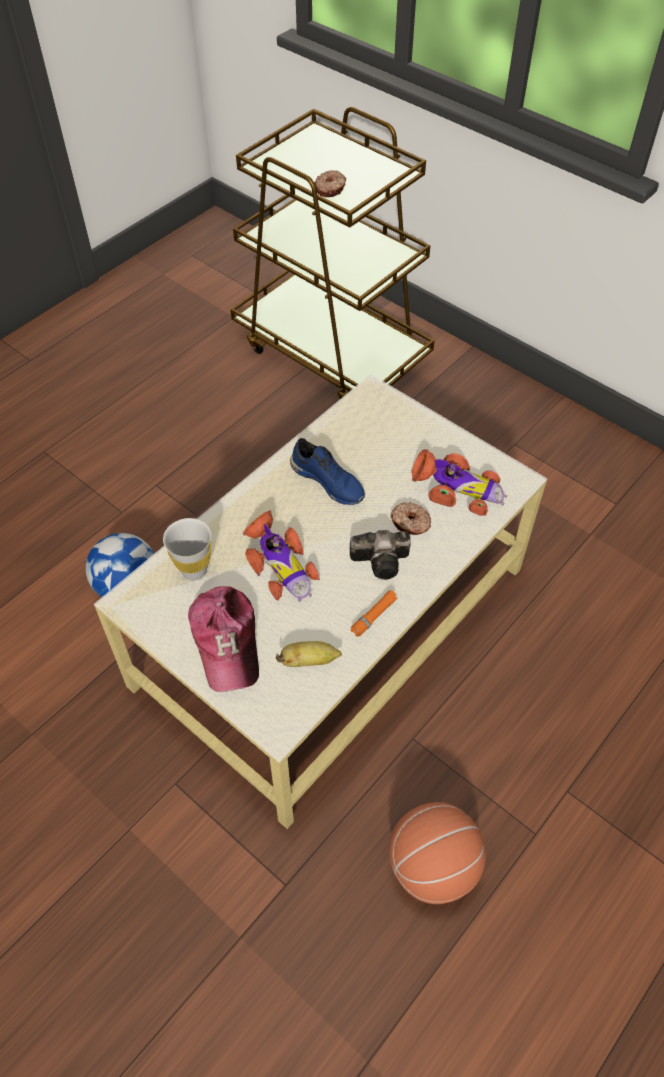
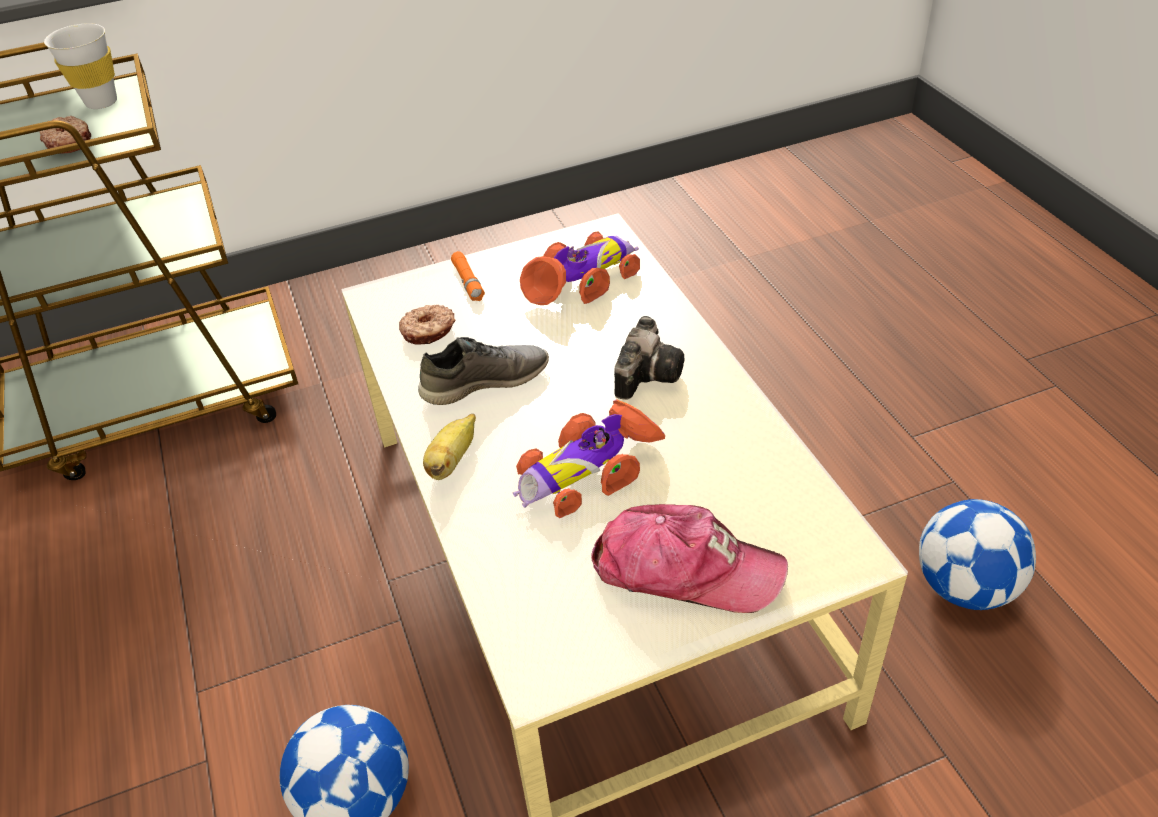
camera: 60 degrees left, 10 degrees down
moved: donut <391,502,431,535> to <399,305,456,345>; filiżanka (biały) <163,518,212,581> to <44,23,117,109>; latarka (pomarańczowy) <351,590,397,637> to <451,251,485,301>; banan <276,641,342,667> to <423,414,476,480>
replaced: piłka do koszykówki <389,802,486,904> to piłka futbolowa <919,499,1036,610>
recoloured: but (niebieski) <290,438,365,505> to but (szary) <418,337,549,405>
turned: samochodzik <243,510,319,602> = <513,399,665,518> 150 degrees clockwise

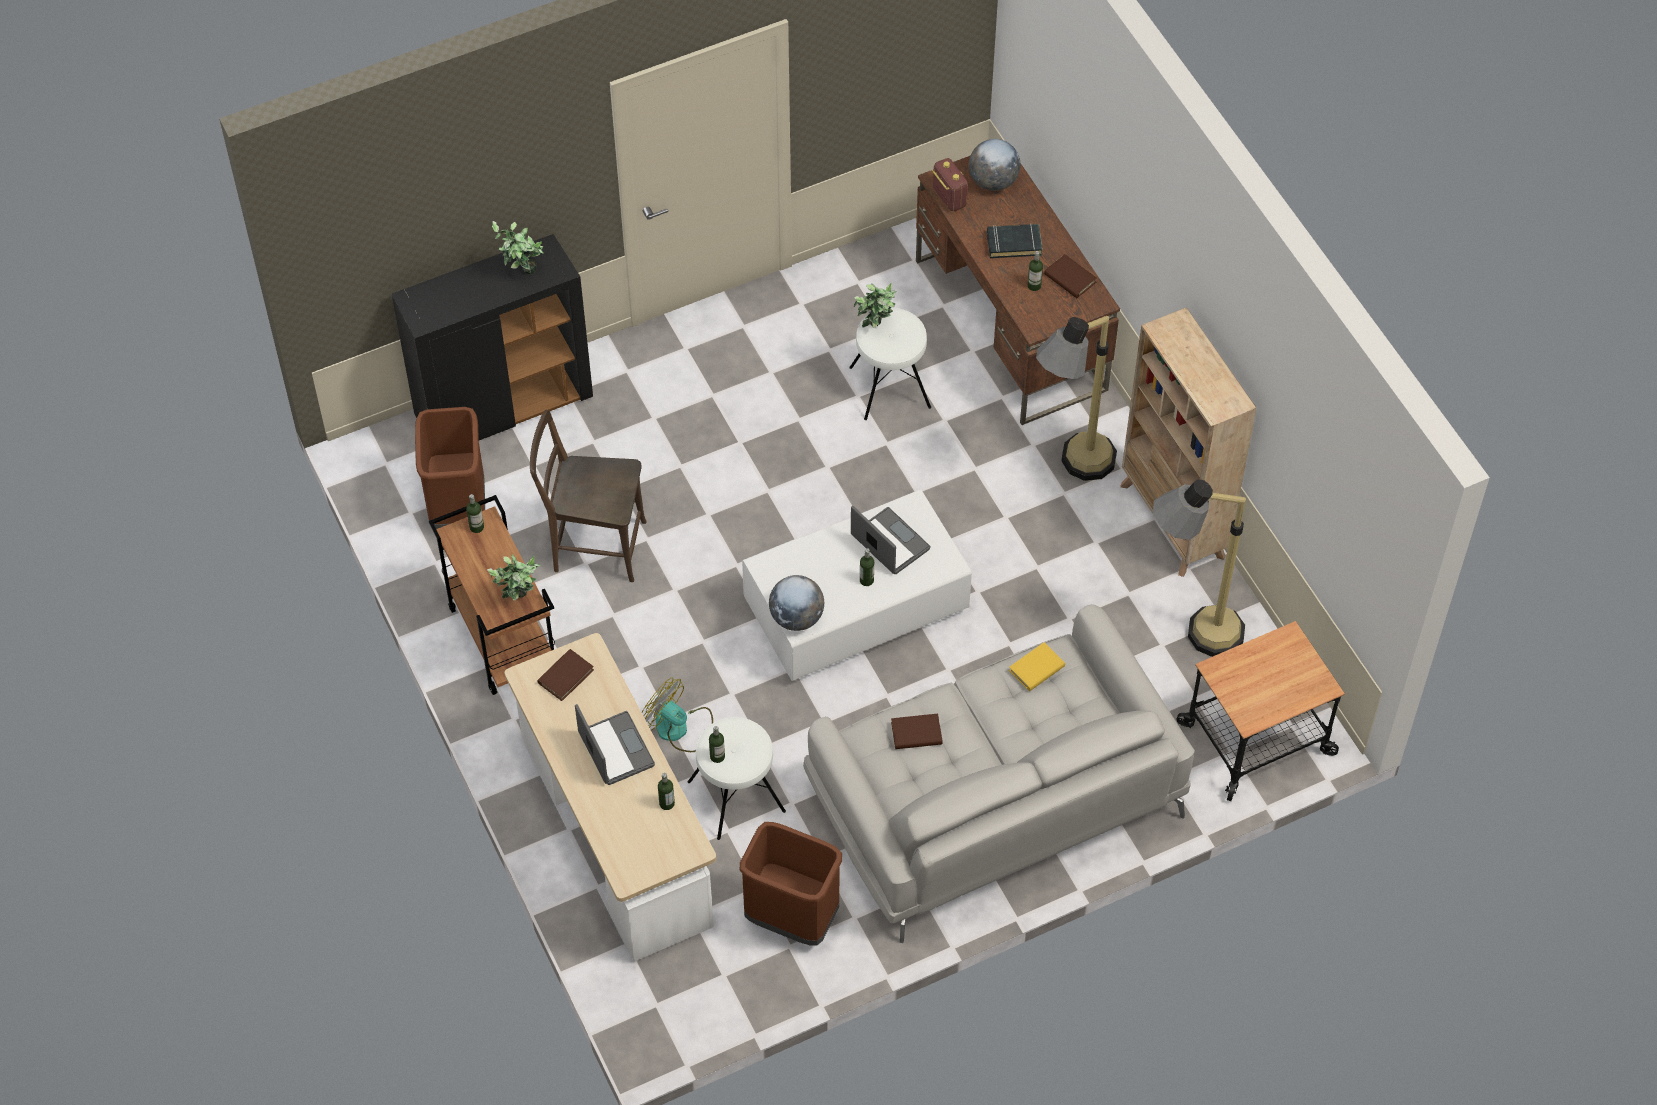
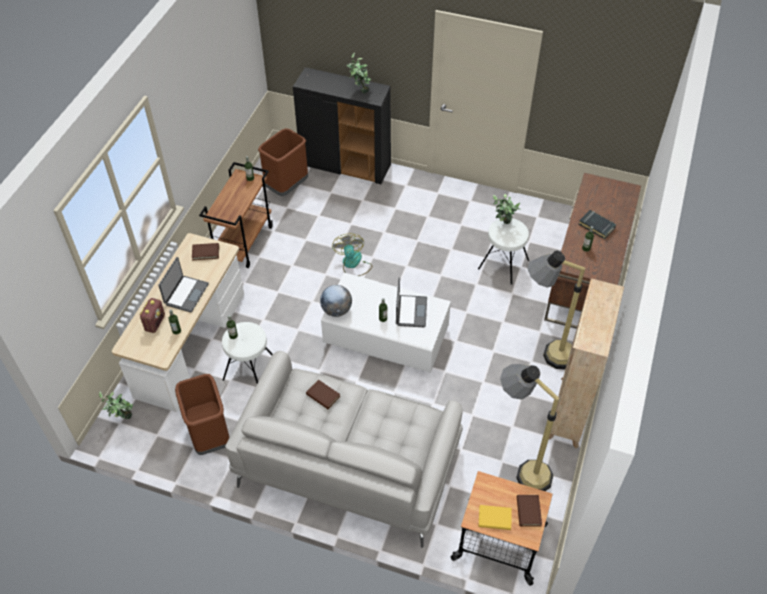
camera: 45 degrees right, 5 degrees down
removed: globus <969,139,1020,191>; krzesło (brązowy) <530,409,647,582>
moved: radio <932,158,968,212> to <140,298,165,333>; książka (brązowy) <1044,254,1097,298> to <517,495,542,527>; roślina doniczkowa <487,555,541,601> to <99,391,133,419>; książka (żółty) <1009,642,1065,691> to <479,505,512,530>; wentylator <642,678,713,752> to <332,234,373,276>

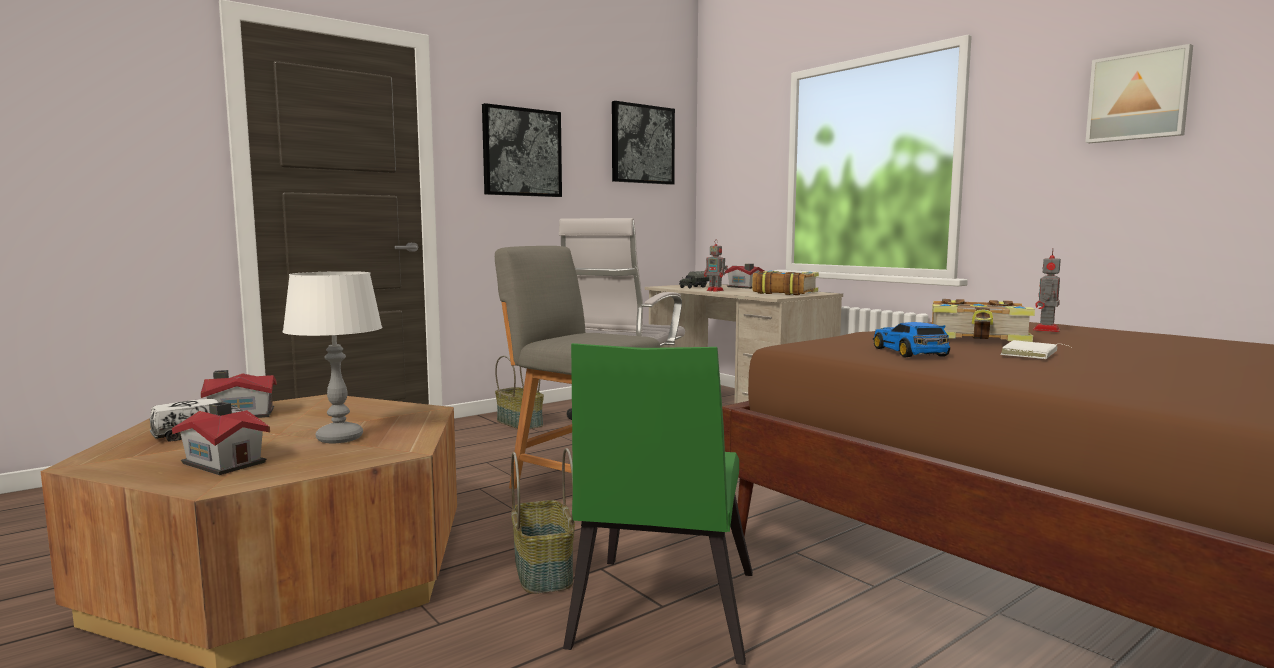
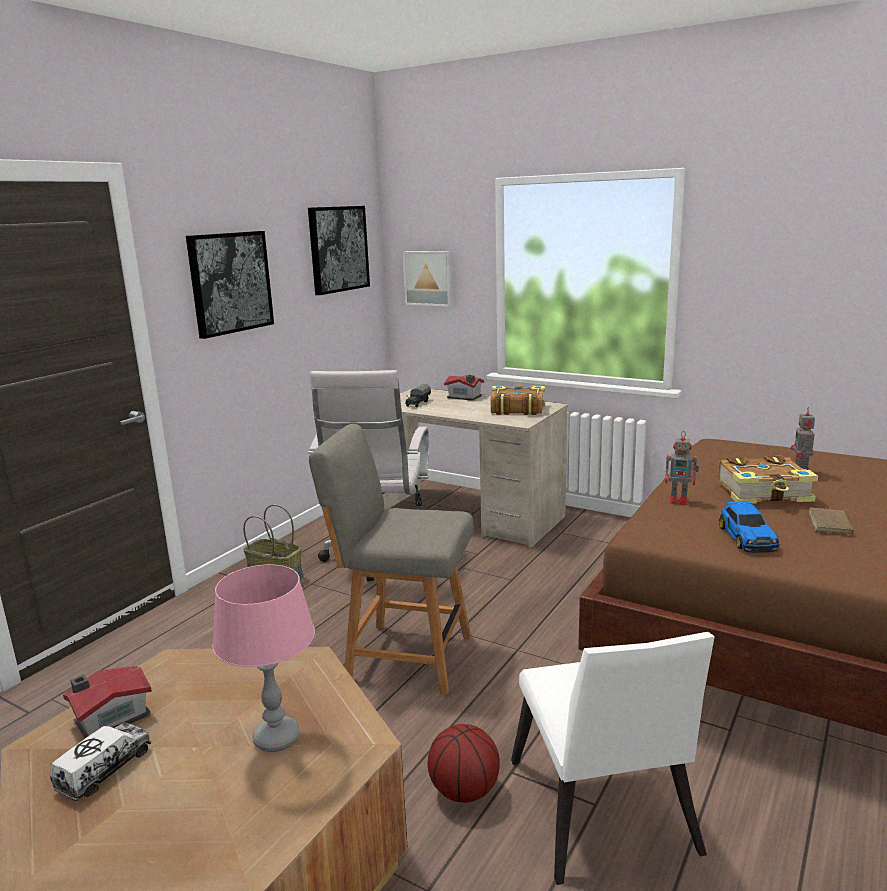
camera: 20 degrees left, 10 degrees up
removed: domek <172,402,270,475>
moved: obraz <1085,44,1193,143> to <403,251,453,307>; robot zabawkowy <704,243,728,292> to <665,431,699,505>
replaced: koszyk <511,448,575,594> to piłka do koszykówki <428,724,500,803>
recoloured: lampa stołowa (biały) <282,271,382,443> to lampa stołowa (różowy) <212,564,315,752>; książka (biały) <1001,340,1068,359> to książka (brązowy) <809,508,854,535>; krzesło (zielony) <563,343,753,665> to krzesło (biały) <511,632,715,885>
turned: samochodzik <873,322,950,358> = <719,501,779,553> 150 degrees counterclockwise

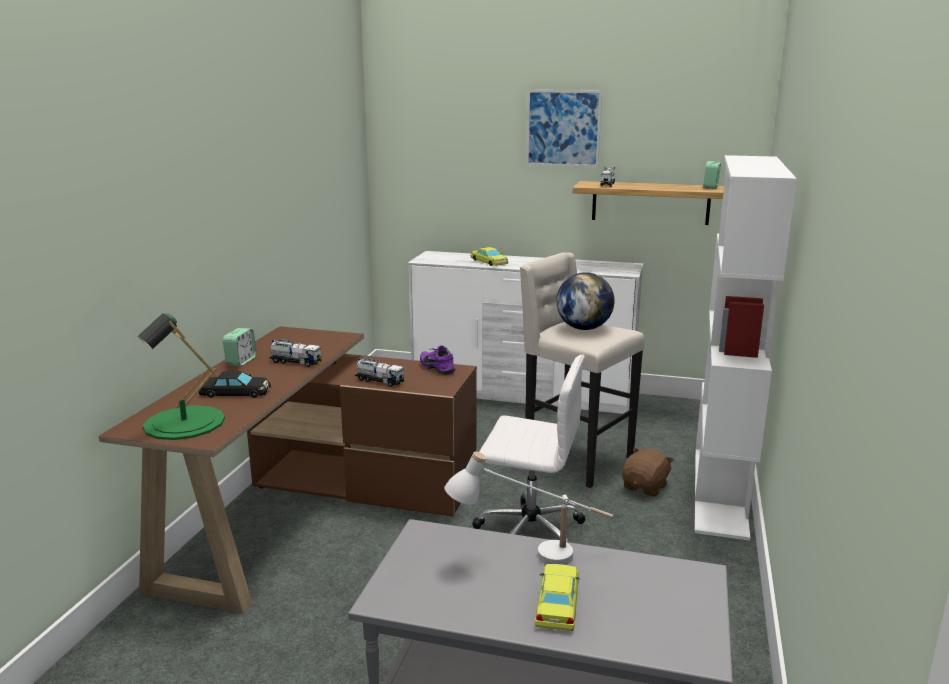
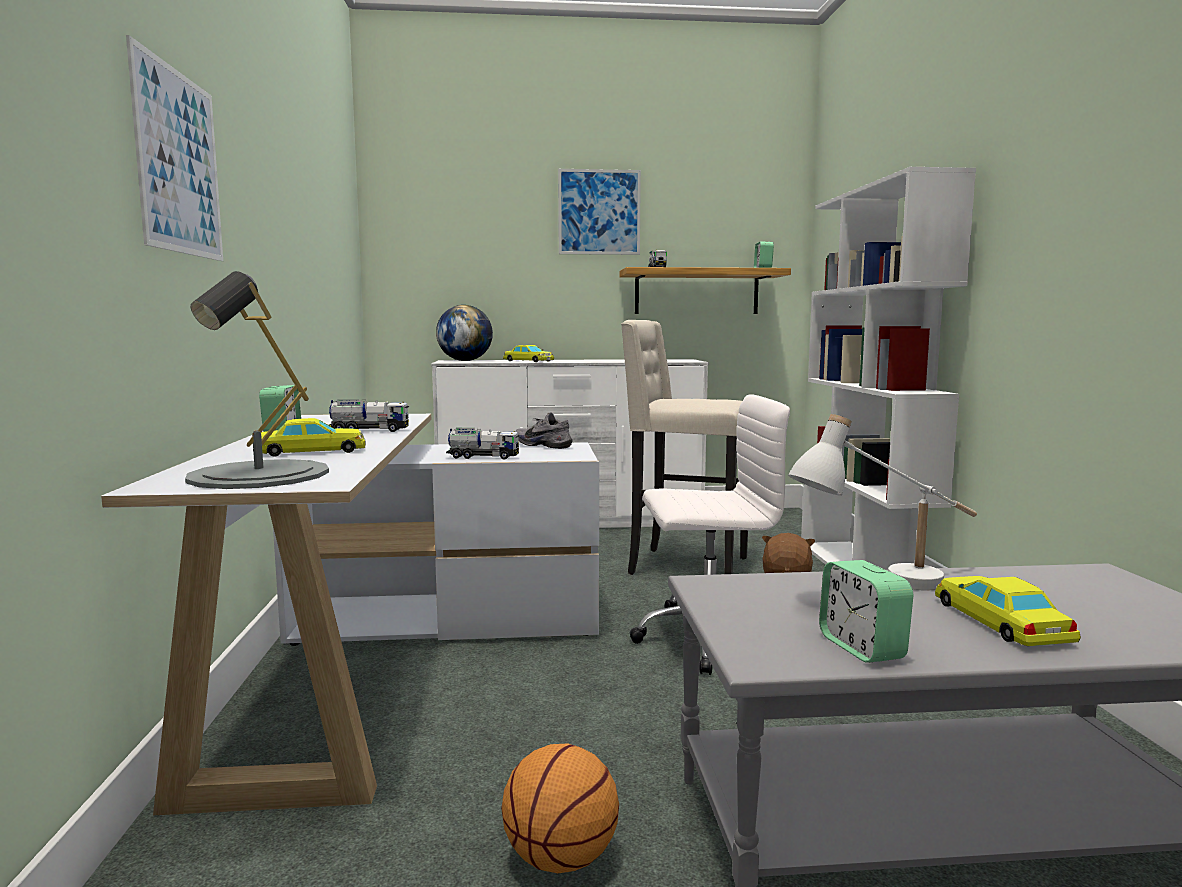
camera: 20 degrees left, 10 degrees down
added: obraz <126,35,223,261>; budzik <819,560,913,663>; piłka do koszykówki <501,744,619,873>
moved: globus <556,272,615,330> to <436,305,493,361>
recoloured: lampa stołowa (zielony) <138,313,225,440> to lampa stołowa (szary) <185,271,329,489>; biurko (brązowy) <99,326,477,613> to biurko (biały) <101,414,599,815>; but (fioletowy) <420,345,456,375> to but (szary) <515,412,573,449>; samochodzik (czarny) <199,371,271,398> to samochodzik (żółty) <261,418,366,457>

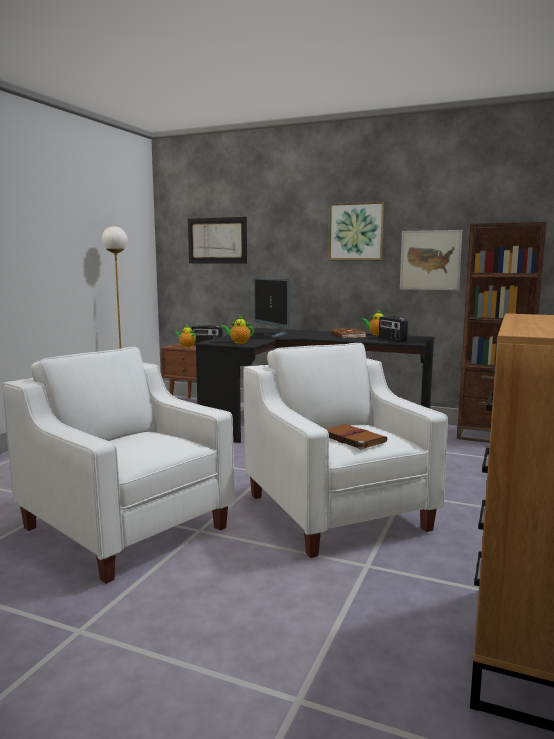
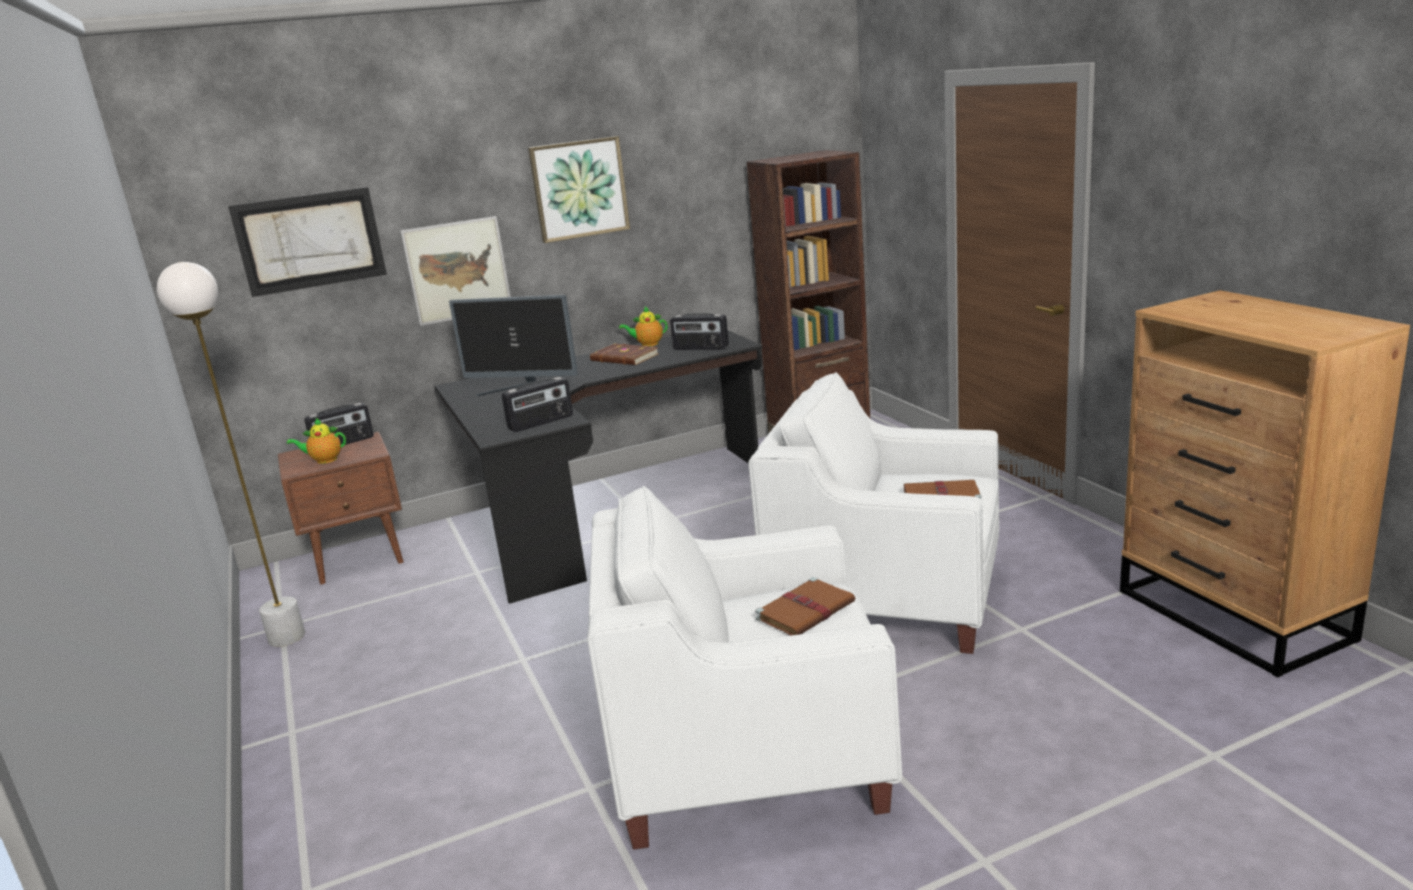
camera: 45 degrees left, 10 degrees up
added: książka (brązowy) <755,577,855,635>
moved: obraz <400,230,462,290> to <400,216,510,326>
replaced: imbryk <220,315,254,344> to radio <502,377,573,432>

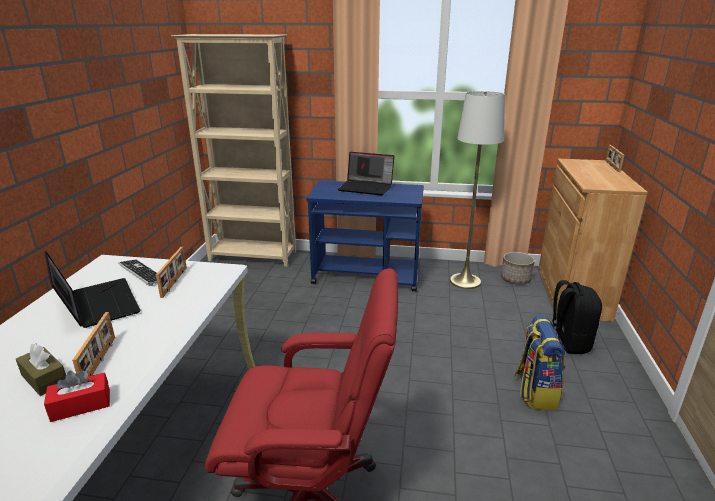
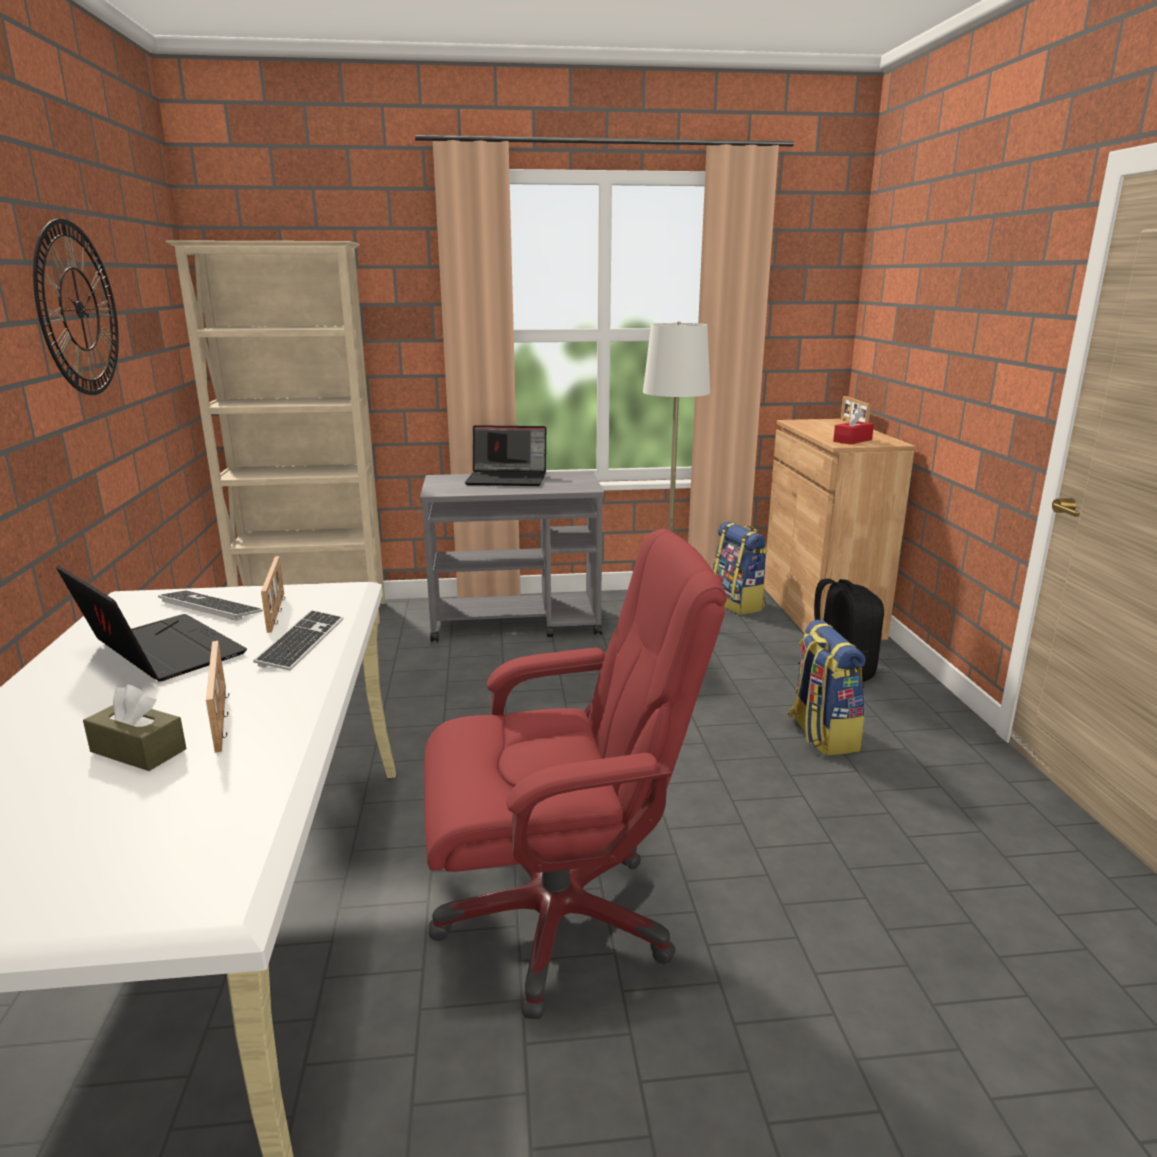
camera: 15 degrees left, 5 degrees down
added: zegar ścienny <33,219,119,395>; klawiatura <253,610,343,670>
moved: pudełko chusteczek (czerwony) <44,370,110,422> to <833,408,874,445>
replaced: donica <501,252,535,285> to plecak <713,522,768,615>
recoloured: wózek (niebieski) <306,180,424,292> to wózek (szary) <420,471,604,642>

